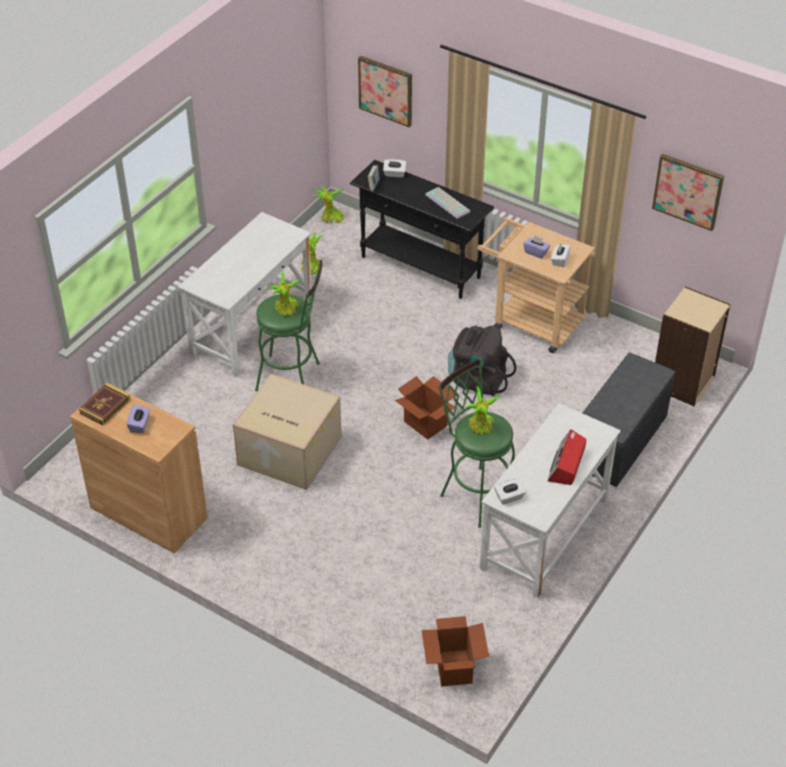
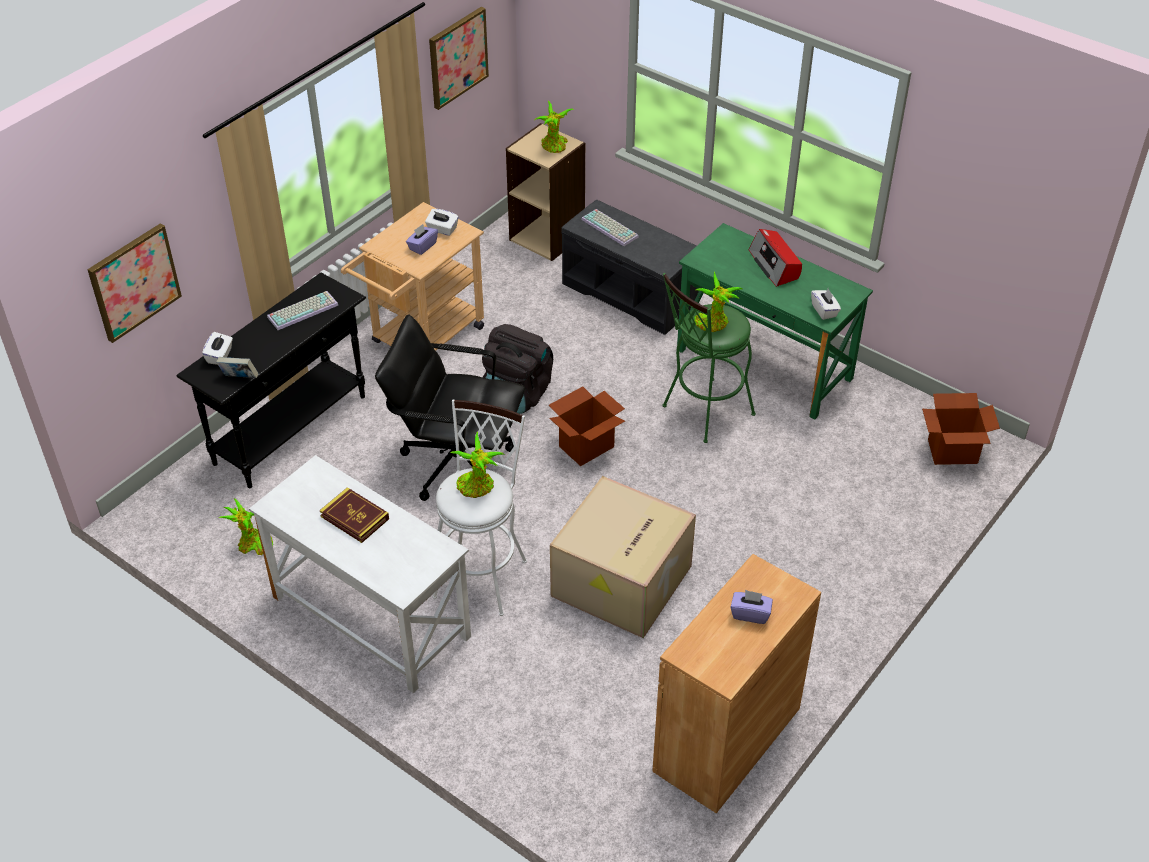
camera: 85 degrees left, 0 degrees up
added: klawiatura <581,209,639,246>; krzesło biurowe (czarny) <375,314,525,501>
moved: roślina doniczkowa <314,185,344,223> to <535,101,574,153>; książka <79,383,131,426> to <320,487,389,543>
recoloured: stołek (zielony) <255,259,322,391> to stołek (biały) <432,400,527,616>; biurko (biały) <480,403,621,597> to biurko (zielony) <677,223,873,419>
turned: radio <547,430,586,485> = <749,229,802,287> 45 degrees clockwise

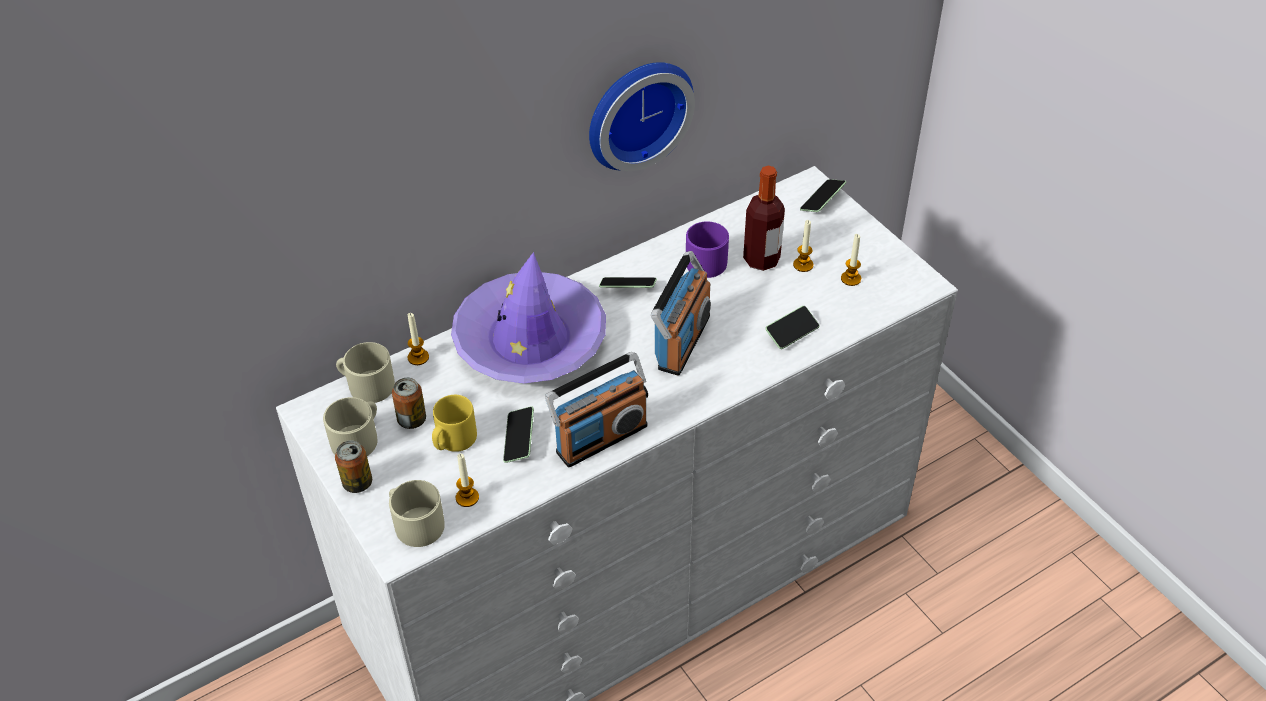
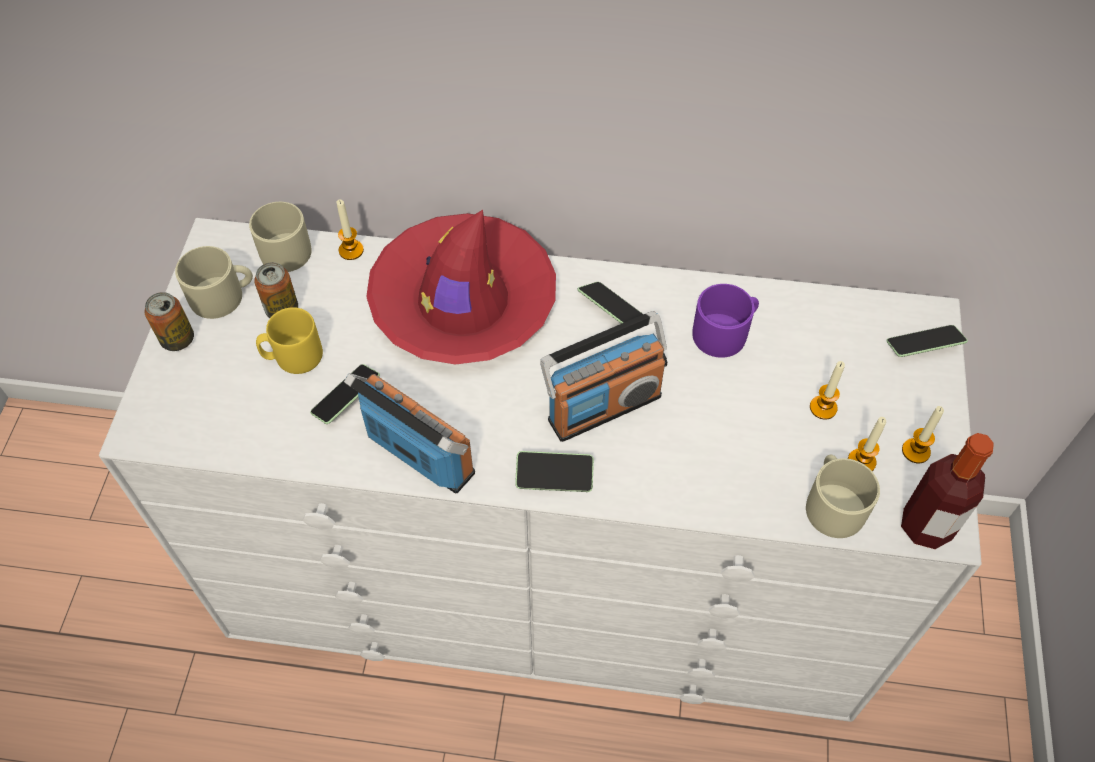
camera: 40 degrees right, 10 degrees up
removed: zegar ścienny <589,62,695,171>
moved: butelka <743,166,785,271> to <901,433,994,549>; telefon <765,306,819,349> to <515,451,594,492>; świeca <456,454,479,507> to <902,406,944,463>; kubek (beżowy) <389,480,445,547> to <806,454,880,538>
recoloured: kapelusz (fioletowy) <451,252,606,383> to kapelusz (czerwony) <366,210,556,365>
turned: radio <545,352,648,467> = <344,373,475,493> 150 degrees counterclockwise

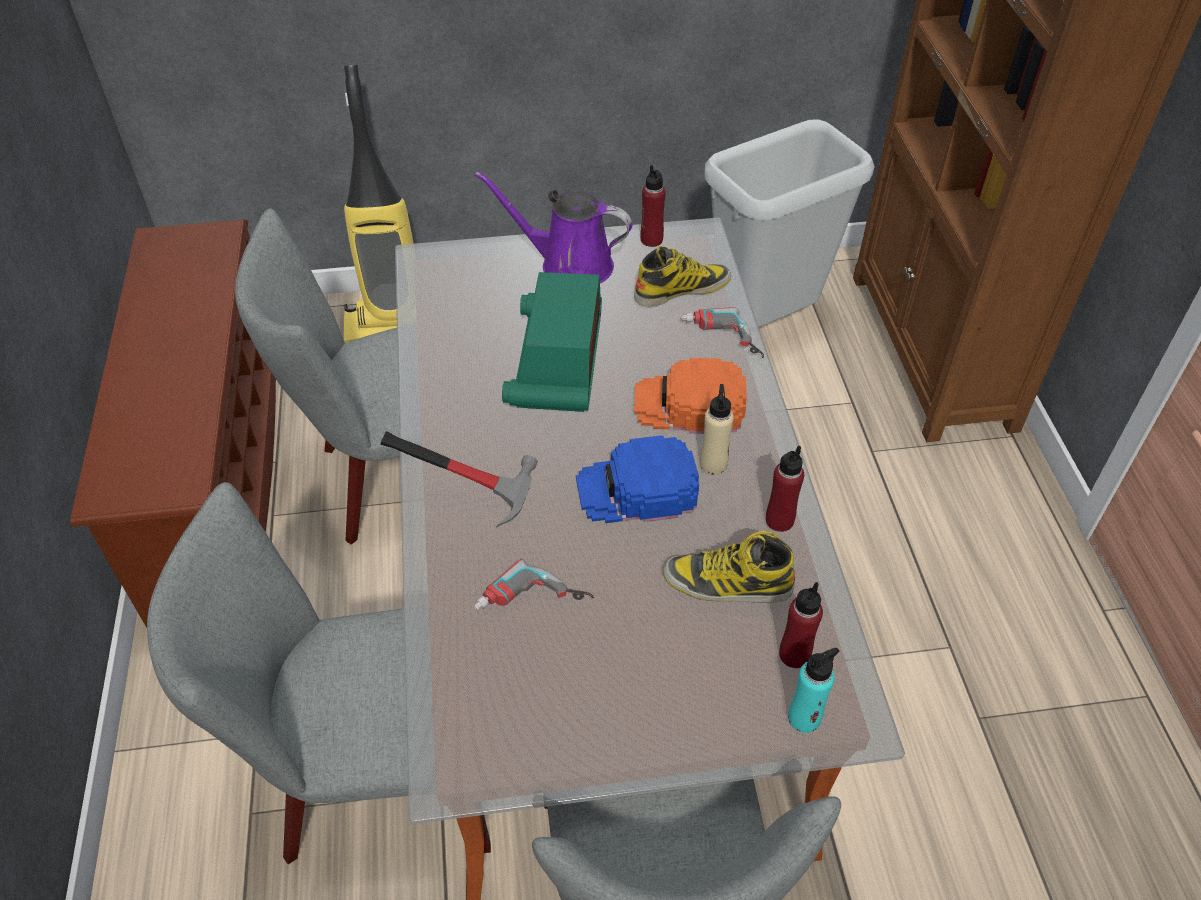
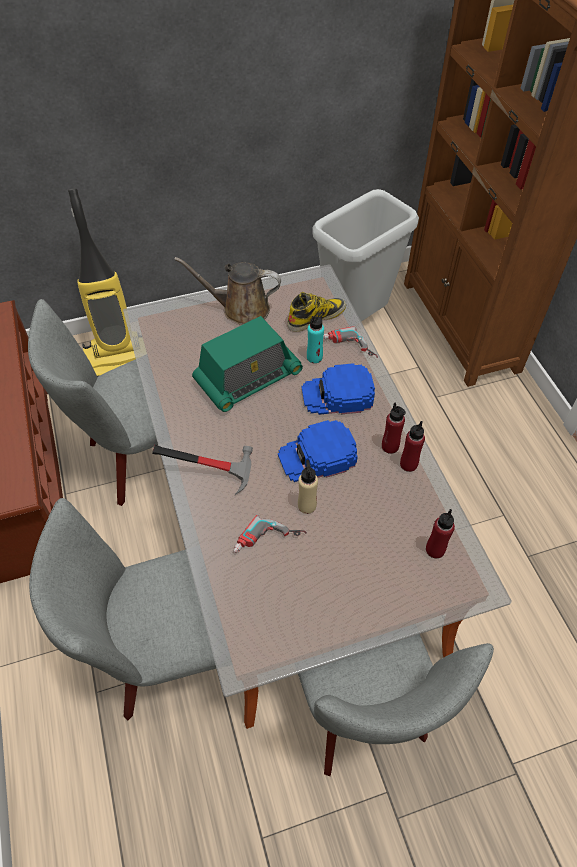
camera: 10 degrees left, 5 degrees up
removed: but z cholewką <663,531,795,603>
moved: butelka (czerwony) <641,165,666,247> to <382,403,406,454>; butelka (beżowy) <700,384,734,475> to <298,460,318,514>; butelka (turkusowy) <788,648,839,733> to <307,311,324,363>
recoloured: konewka (fioletowy) <475,172,632,283> to konewka (brązowy) <174,257,281,325>; czapka z daszkiem (pomarańczowy) <634,358,747,434> to czapka z daszkiem (niebieski) <301,363,375,415>
turned: radio <502,272,602,412> = <192,316,303,412> 120 degrees counterclockwise

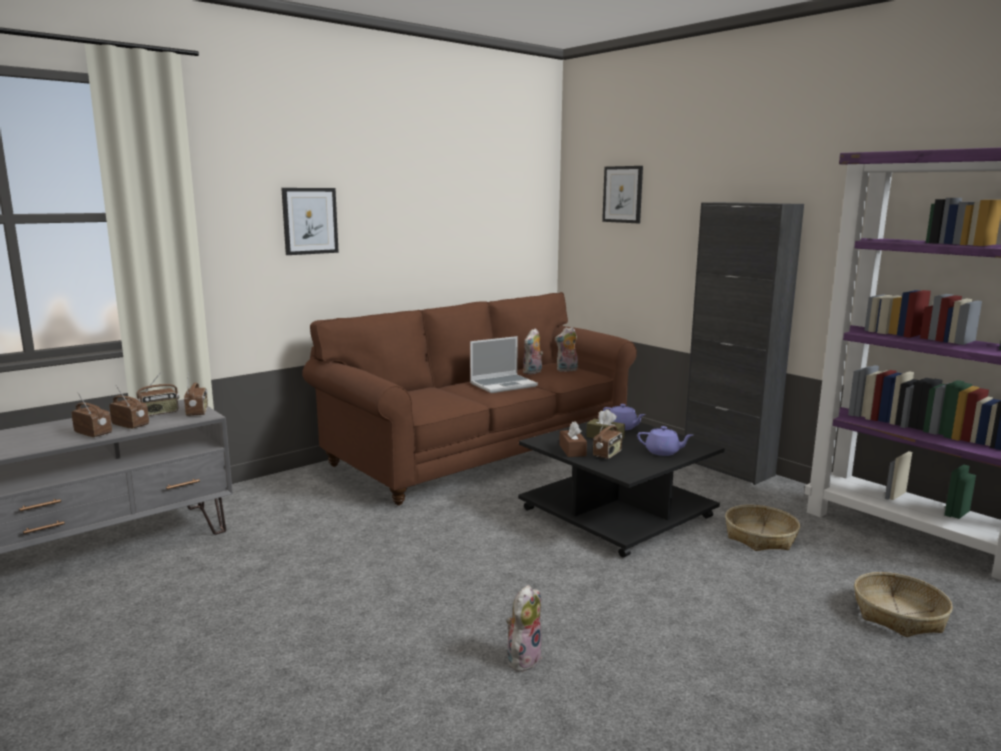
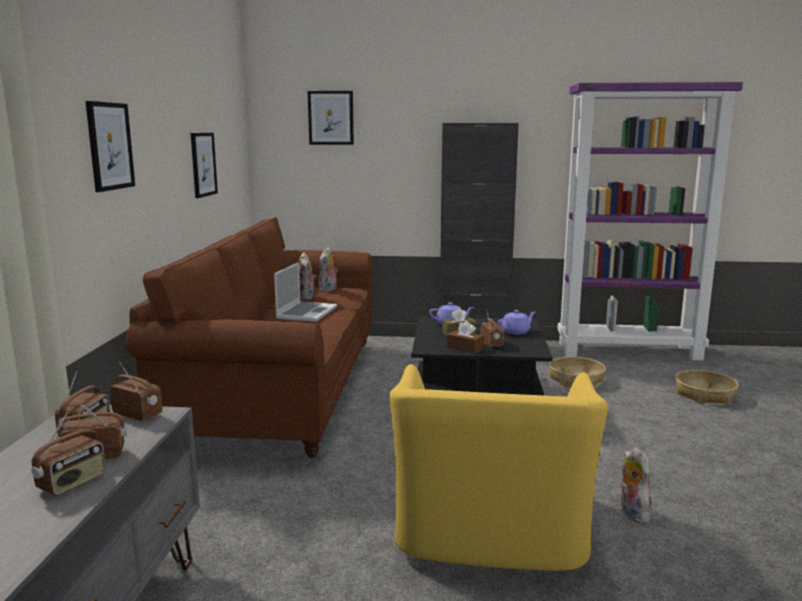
camera: 45 degrees left, 0 degrees up
added: obraz <191,133,218,198>; fotel (żółty) <389,364,608,571>
turned: radio <72,392,112,438> = <32,412,106,496> 135 degrees clockwise

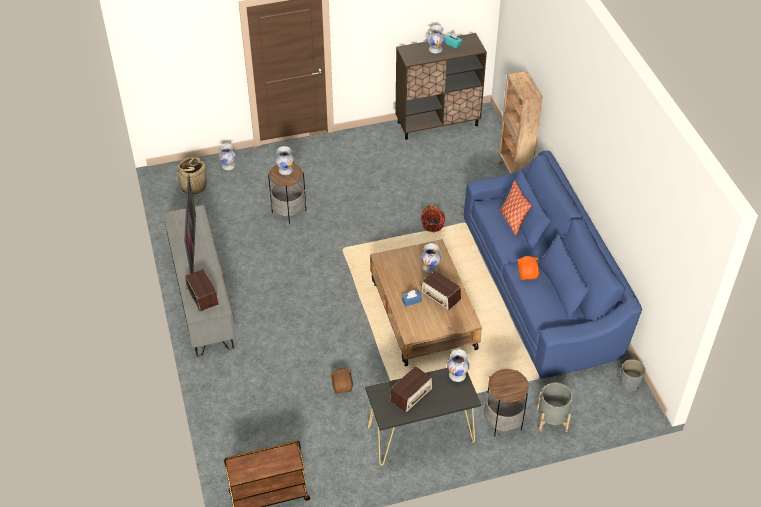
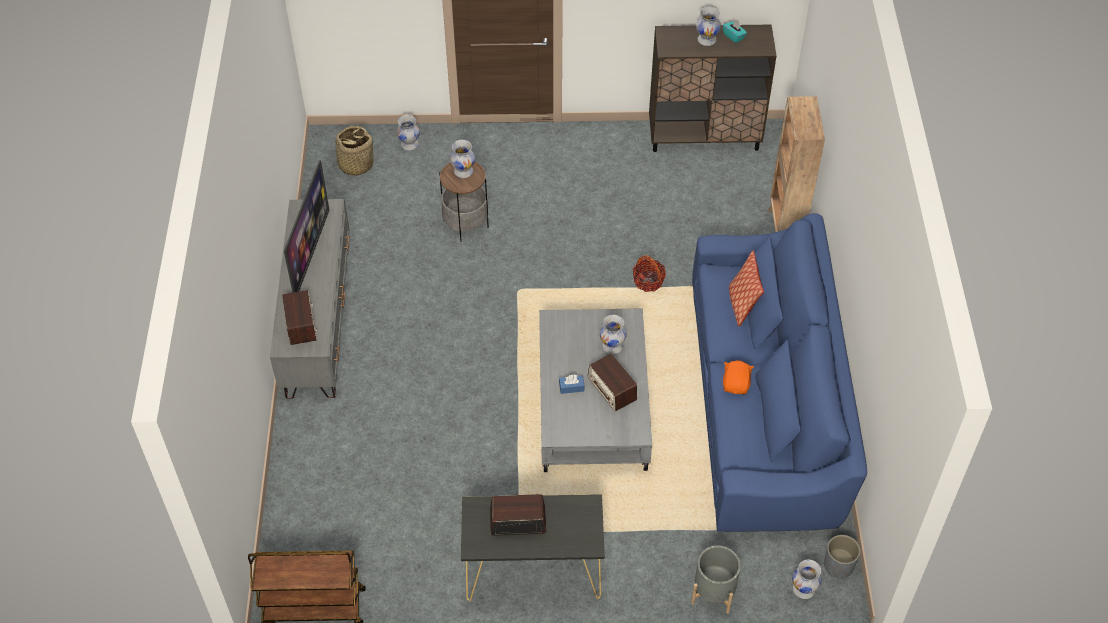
camera: 15 degrees right, 5 degrees up
removed: pluszak (brązowy) <330,368,353,394>; stolik <484,369,529,437>
moved: wazon (biały) <447,349,469,382> to <792,560,822,599>
recoloured: ława (brązowy) <370,239,482,366> to ława (szary) <539,308,652,472>
turned: radio <390,366,433,412> = <490,494,546,536> 150 degrees counterclockwise

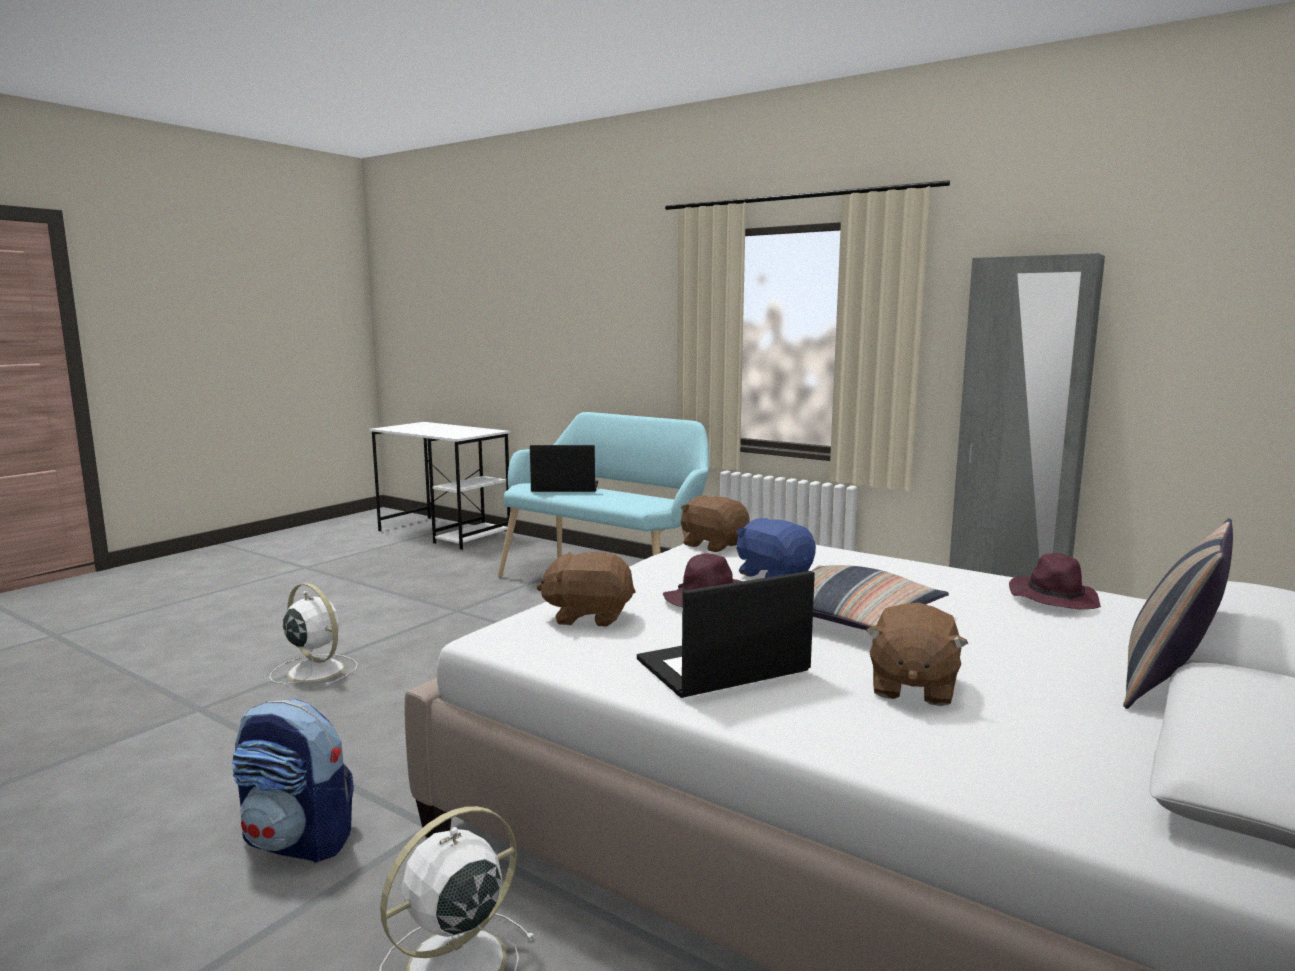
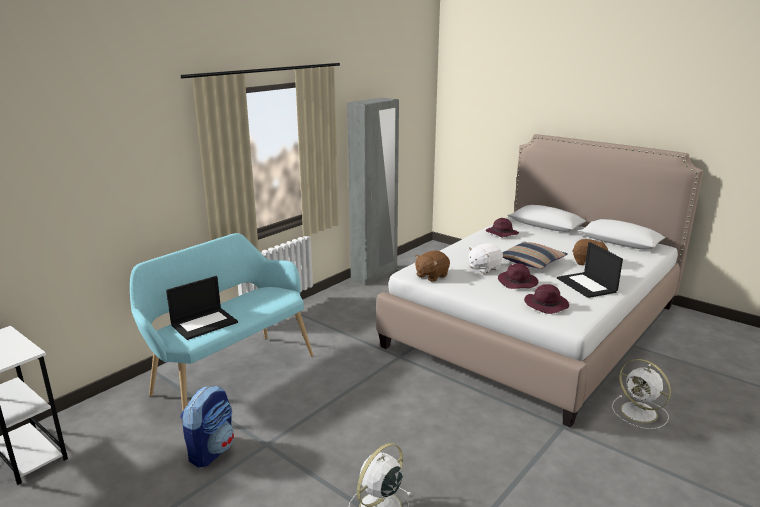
camera: 85 degrees left, 10 degrees up
removed: poduszka <1123,518,1233,709>
moved: plecak <232,699,354,863> to <180,386,234,468>
replaced: pluszak (brązowy) <537,552,635,627> to kapelusz (fioletowy) <524,284,569,314>
recoloured: pluszak (niebieski) <736,518,816,578> to pluszak (biały) <469,243,503,273>
turned: laptop <530,445,598,492> = <166,276,238,340> 135 degrees counterclockwise

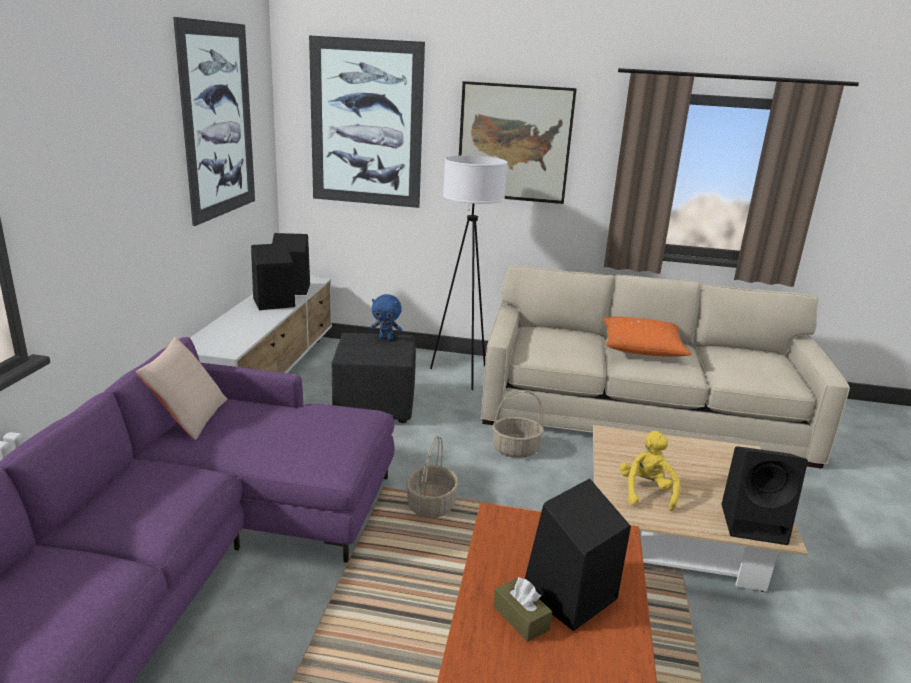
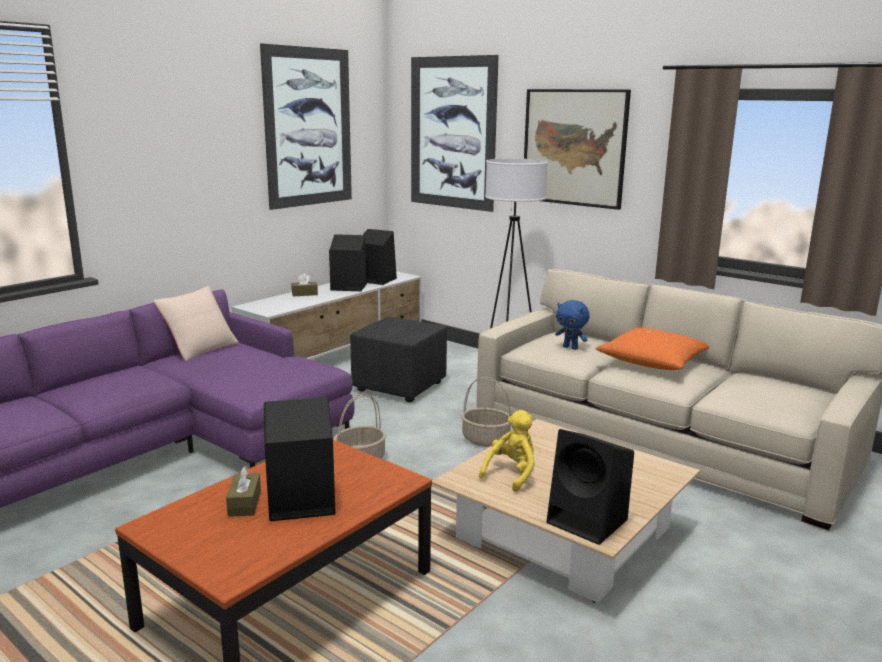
camera: 30 degrees right, 5 degrees down
added: pudełko chusteczek (brązowy) <291,273,318,296>
moved: pluszak (niebieski) <370,294,402,340> to <555,300,590,350>

